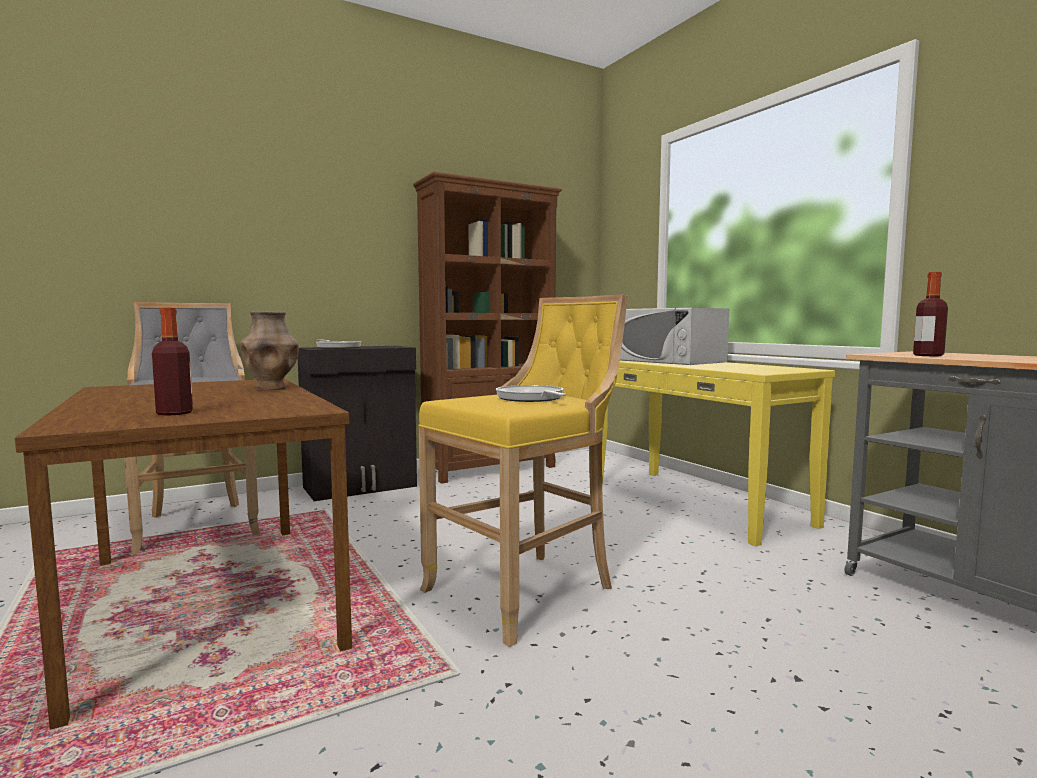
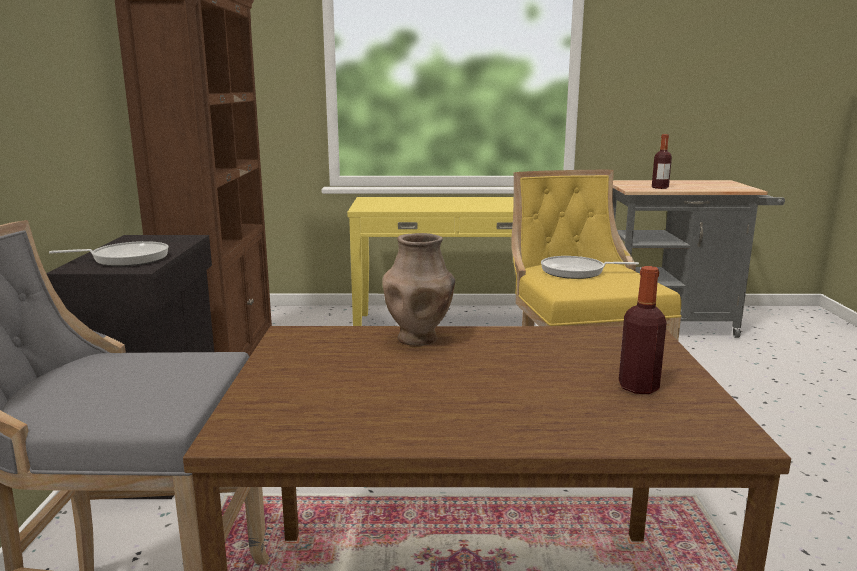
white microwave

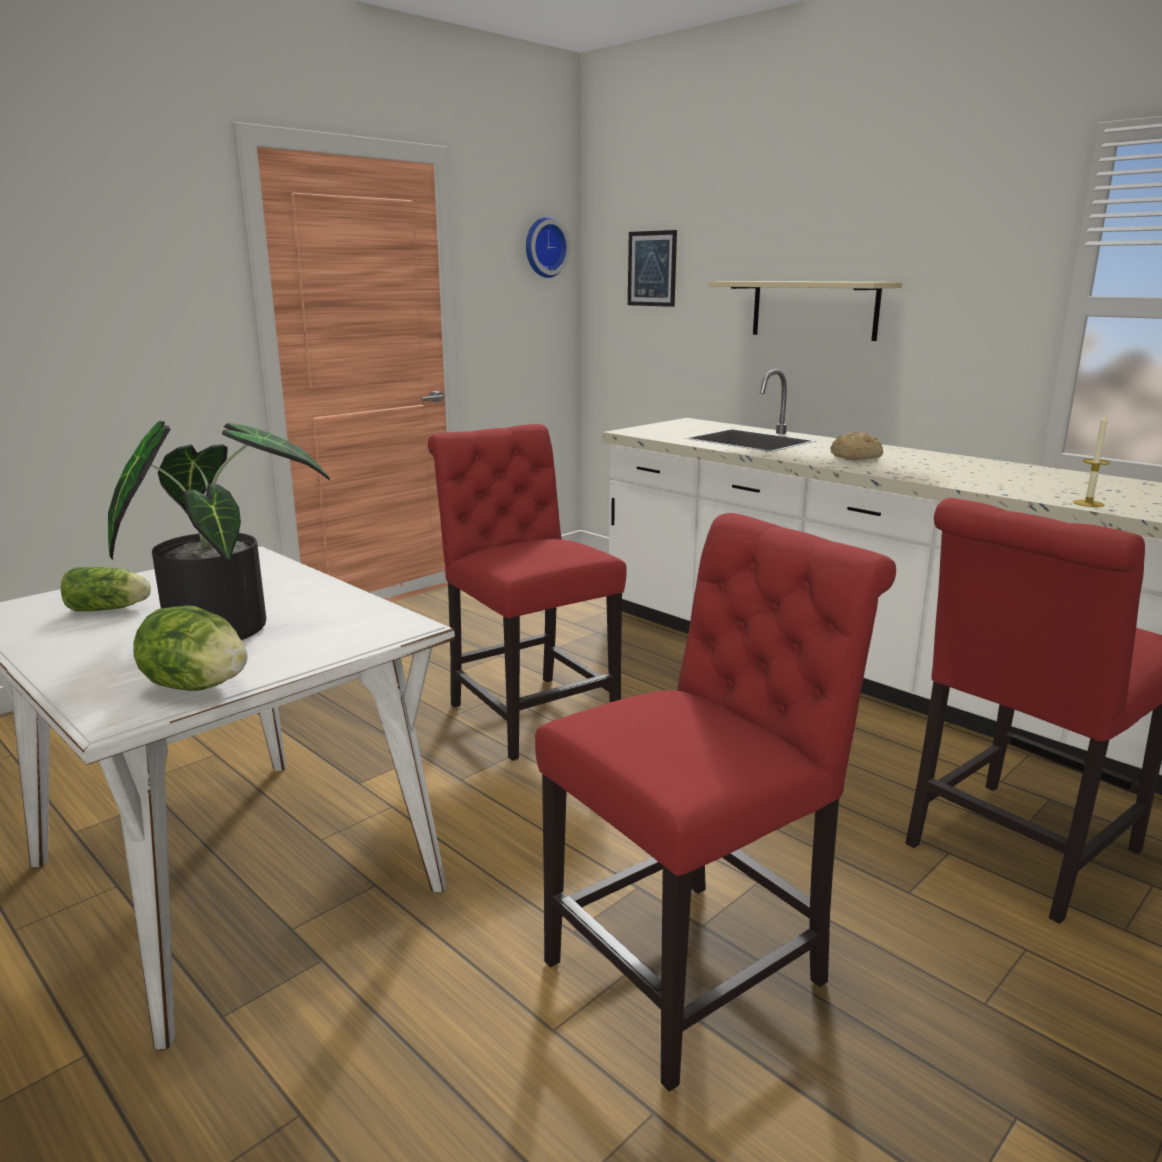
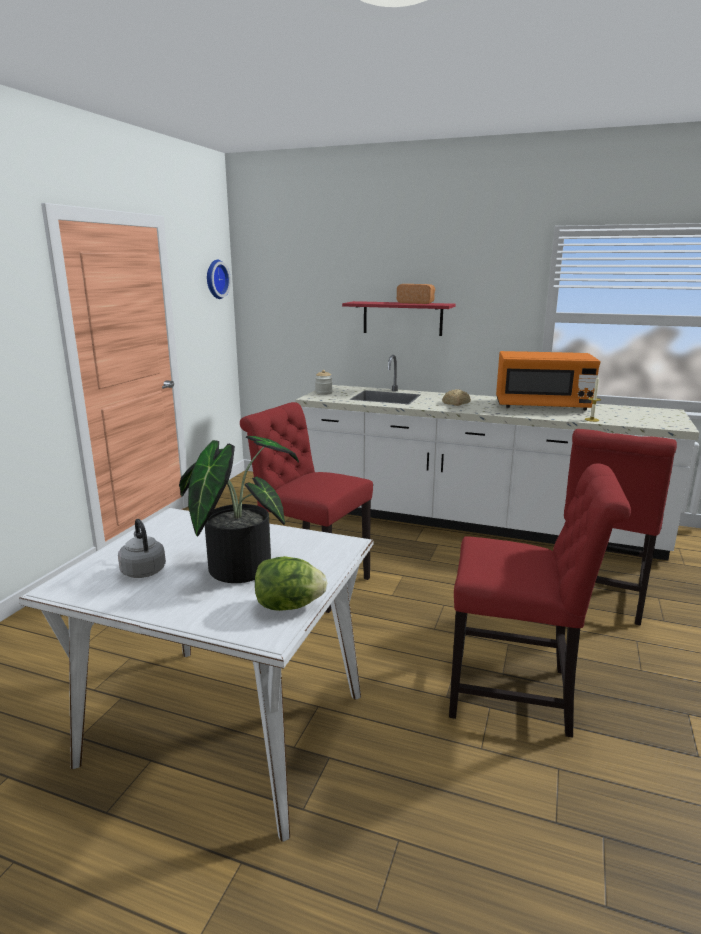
grey kettle
jar
red shelf
bread (no. 1 from left)
red chair (no. 2 from left)
orange microwave
picture

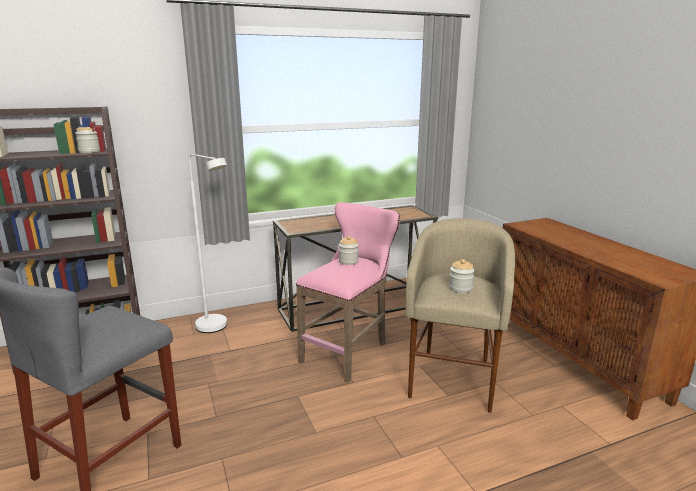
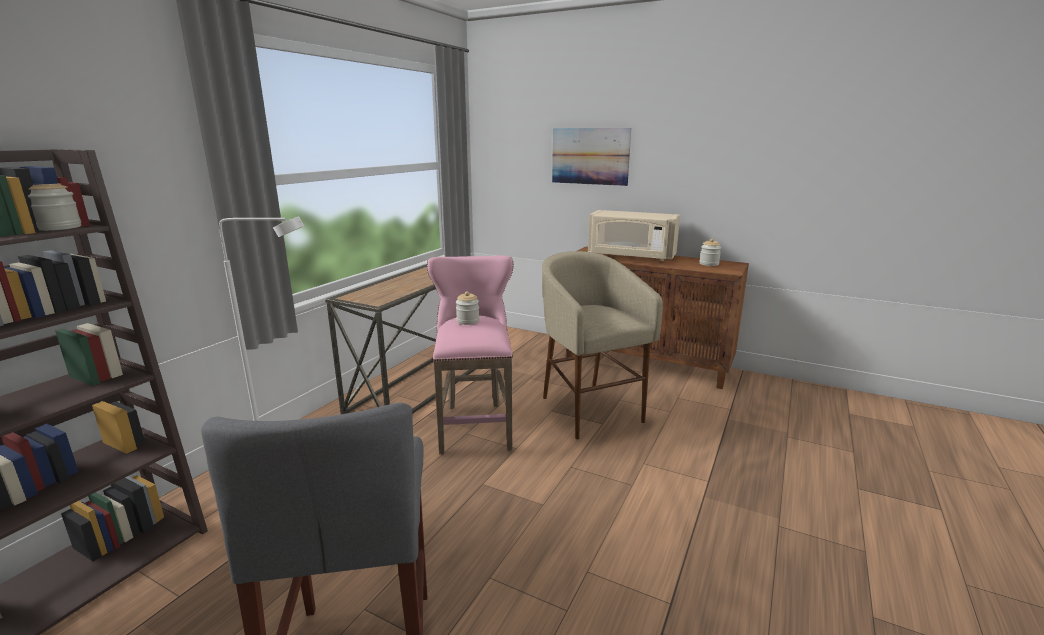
picture
beige microwave
jar (no. 3 from left)

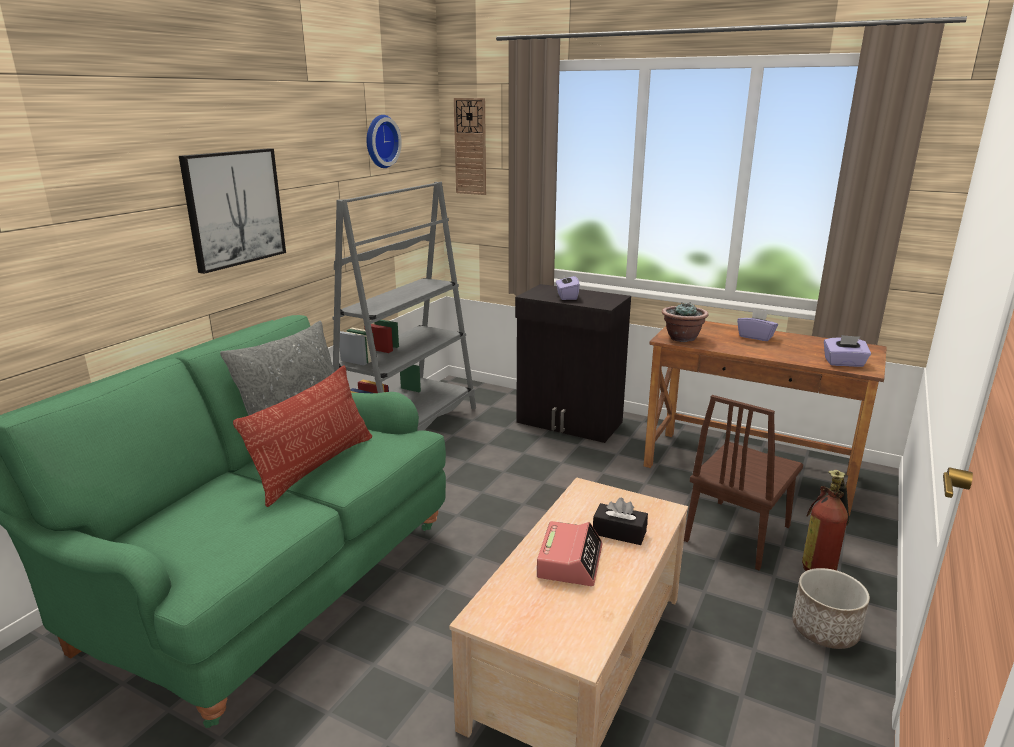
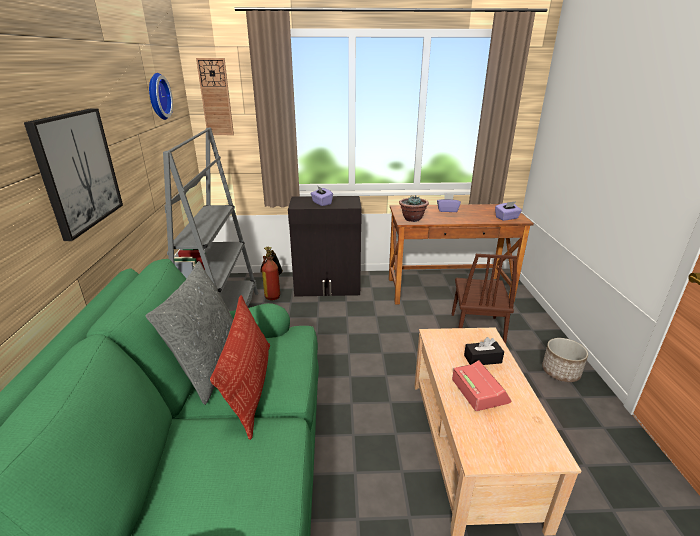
fire extinguisher

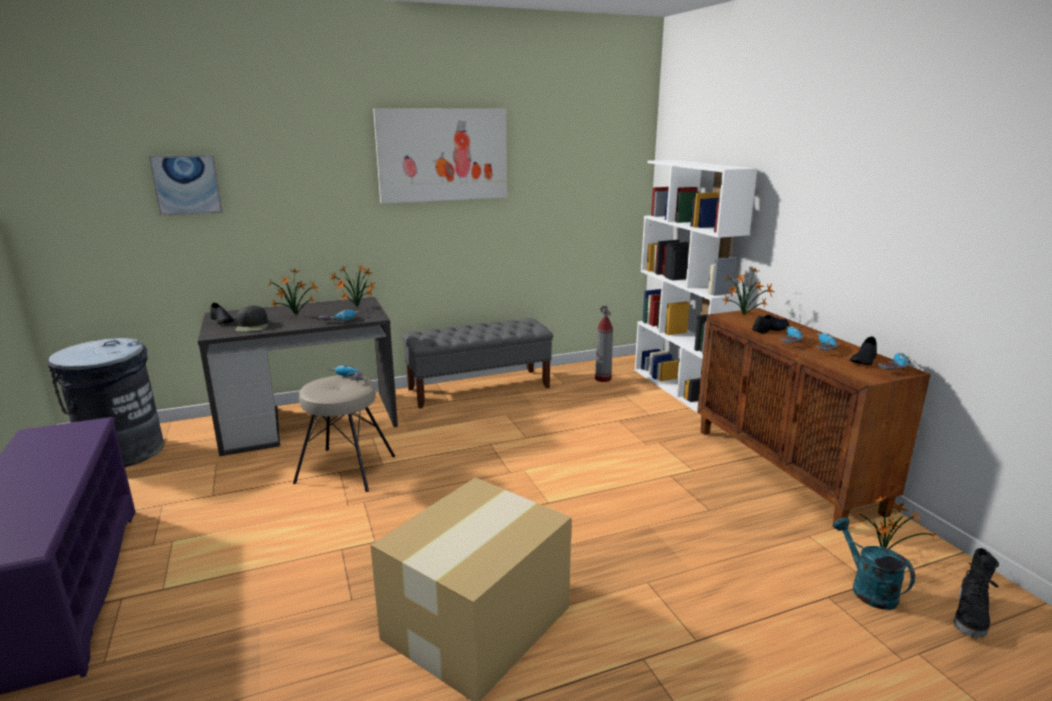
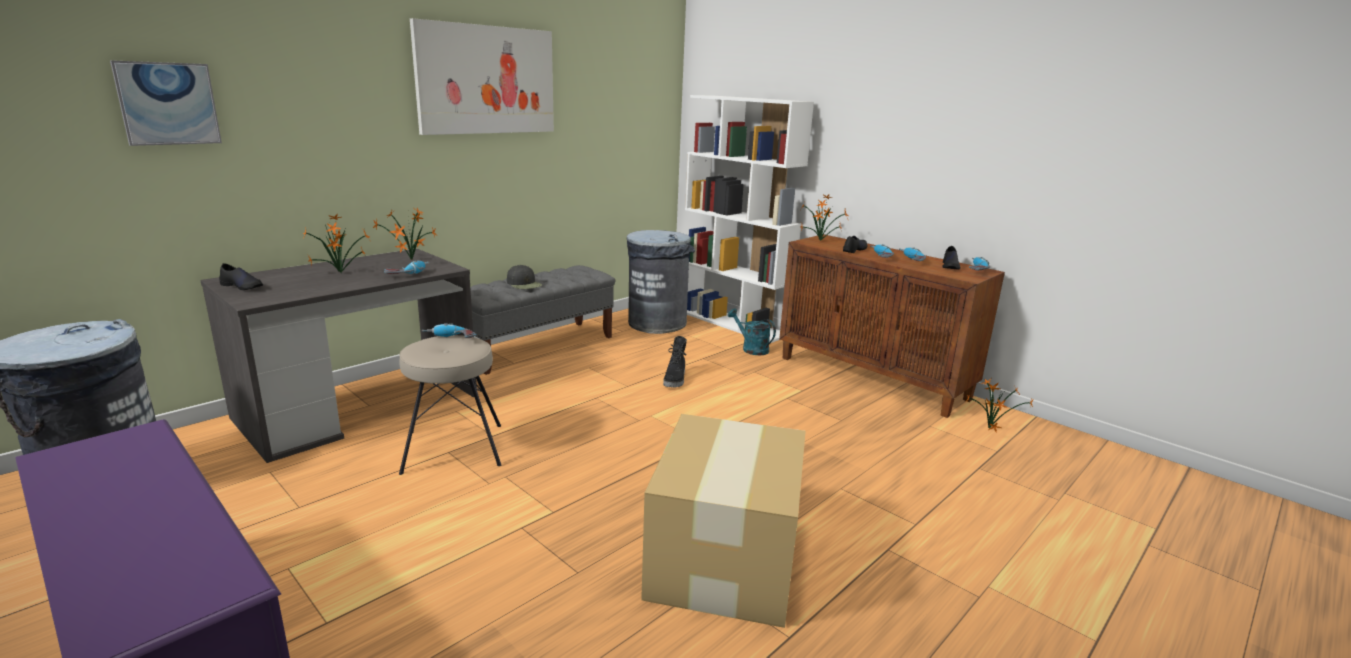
black cap
grey trash can (no. 2 from left)
black boot
turquoise watering can

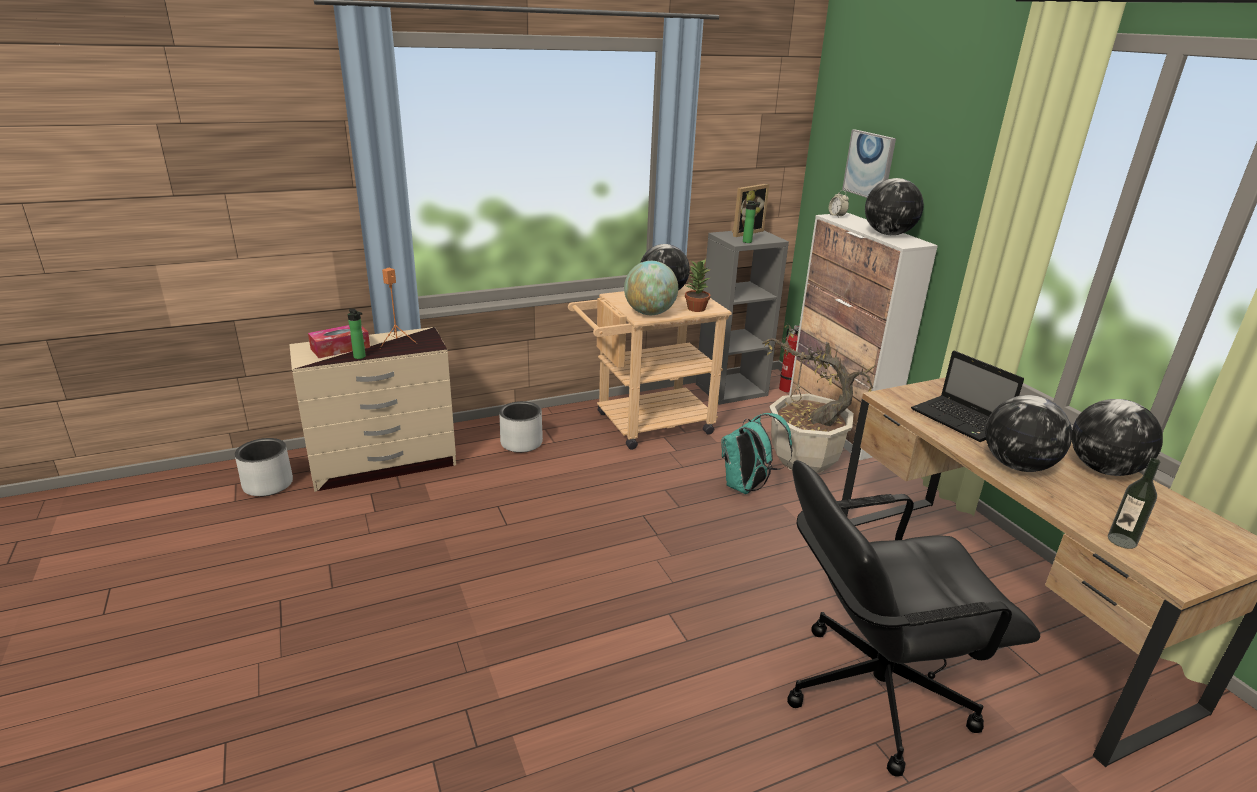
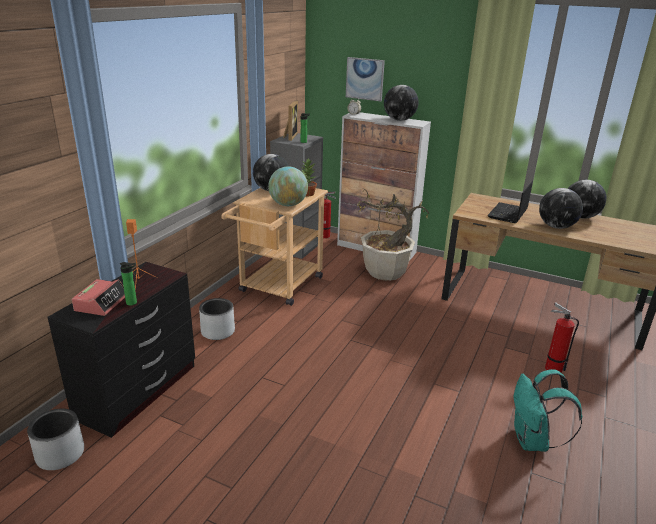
black dresser
alarm clock (no. 1 from left)
laptop
turquoise backpack
fire extinguisher (no. 2 from left)
bottle (no. 3 from left in the first image)

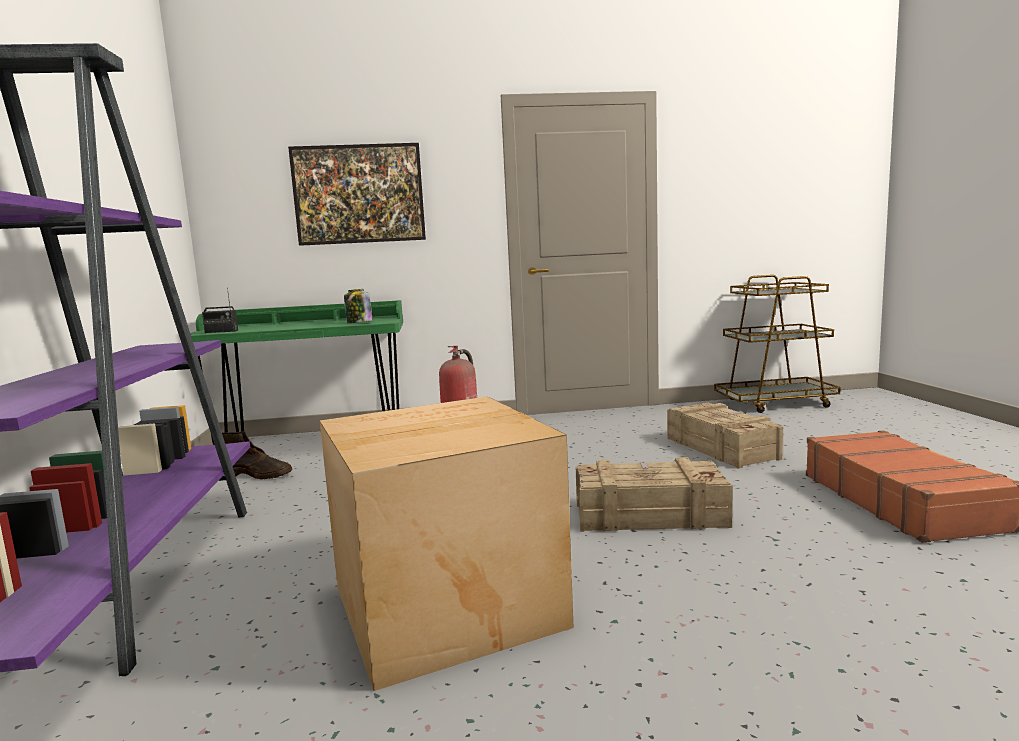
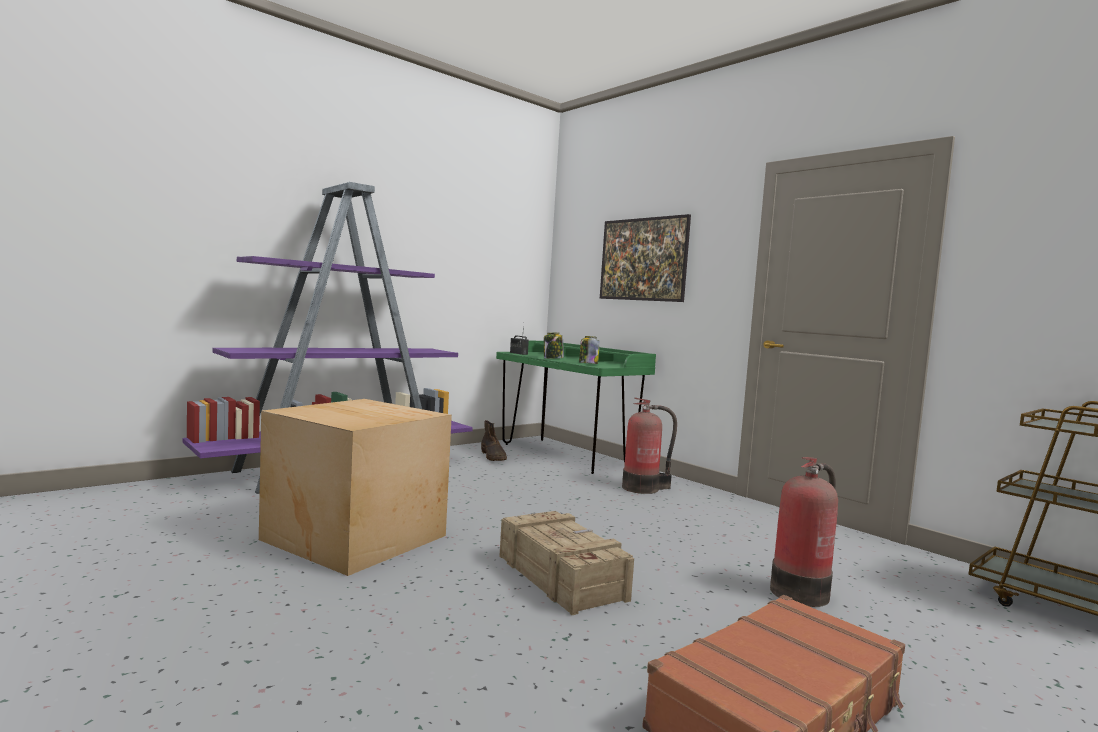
jar (no. 1 from left)
fire extinguisher (no. 2 from left)

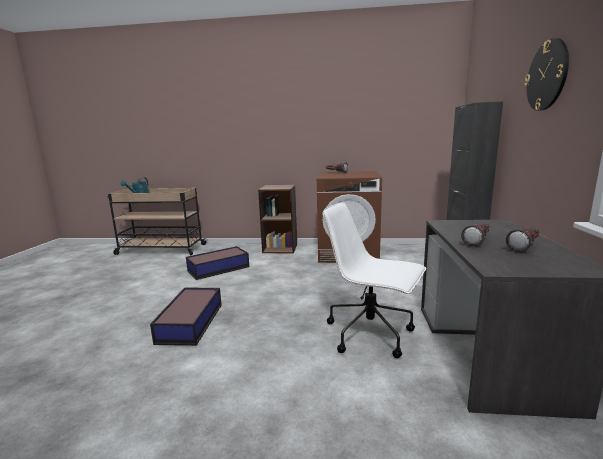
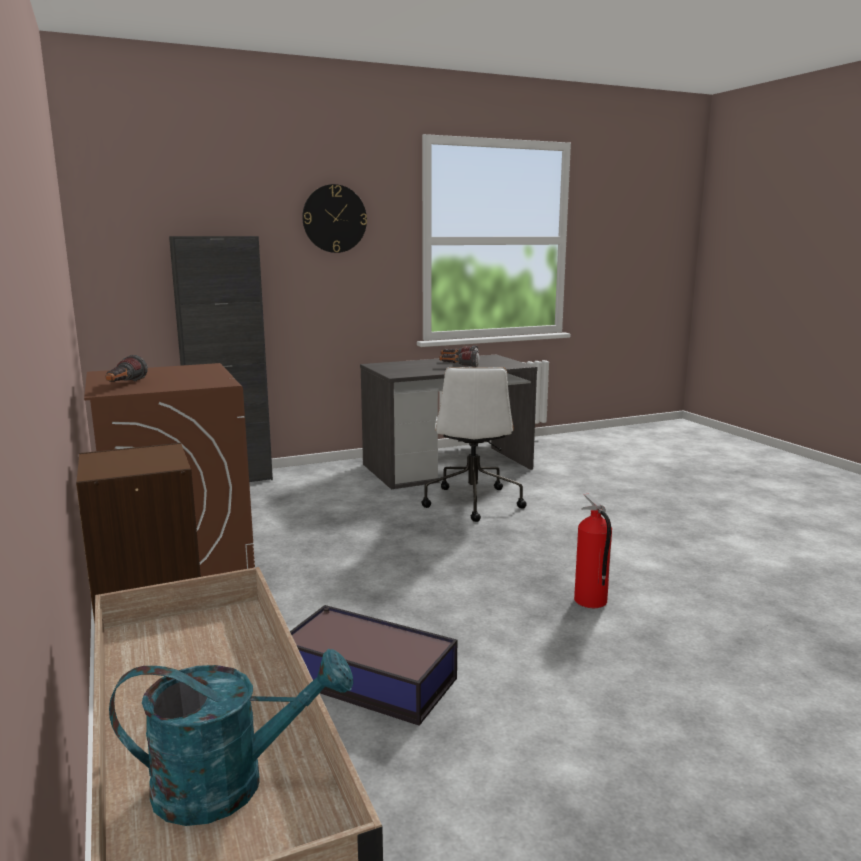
fire extinguisher

